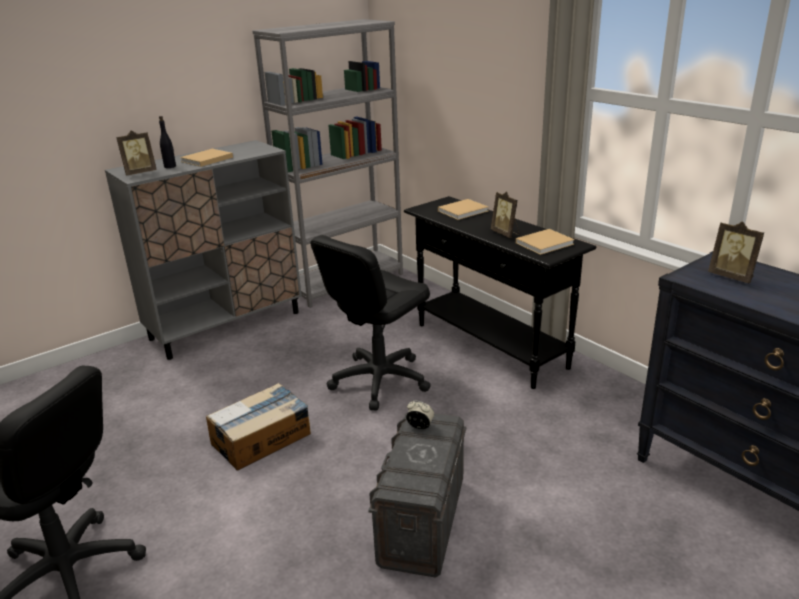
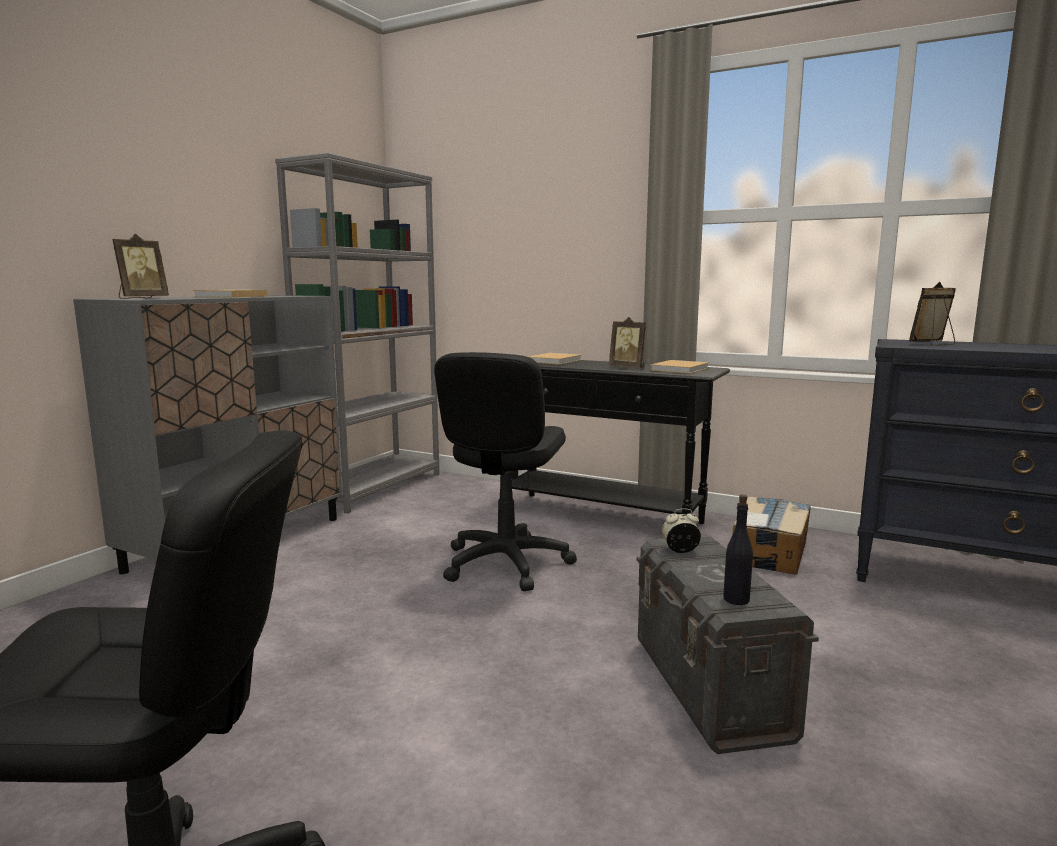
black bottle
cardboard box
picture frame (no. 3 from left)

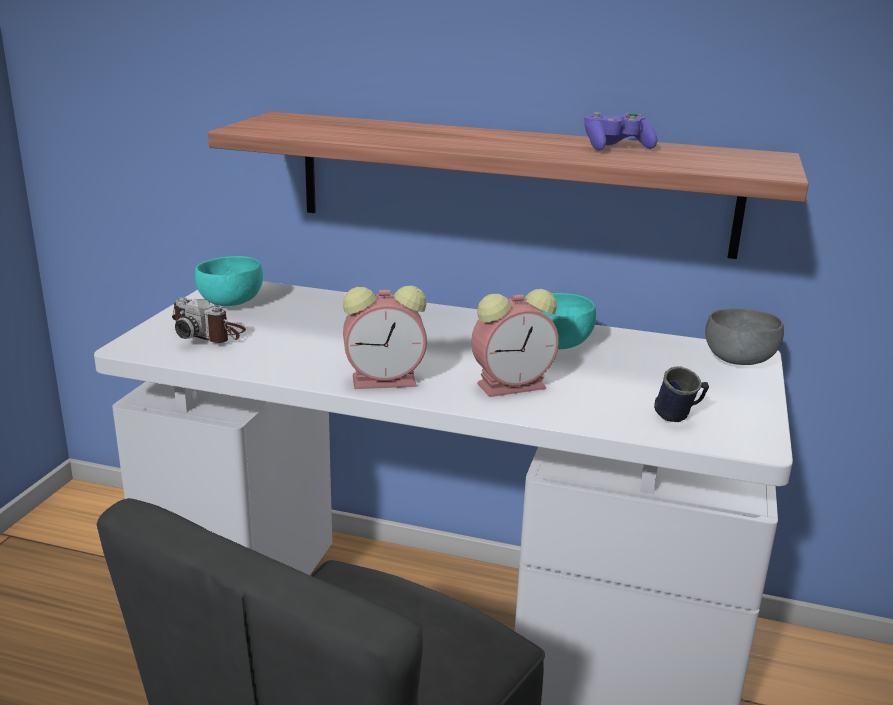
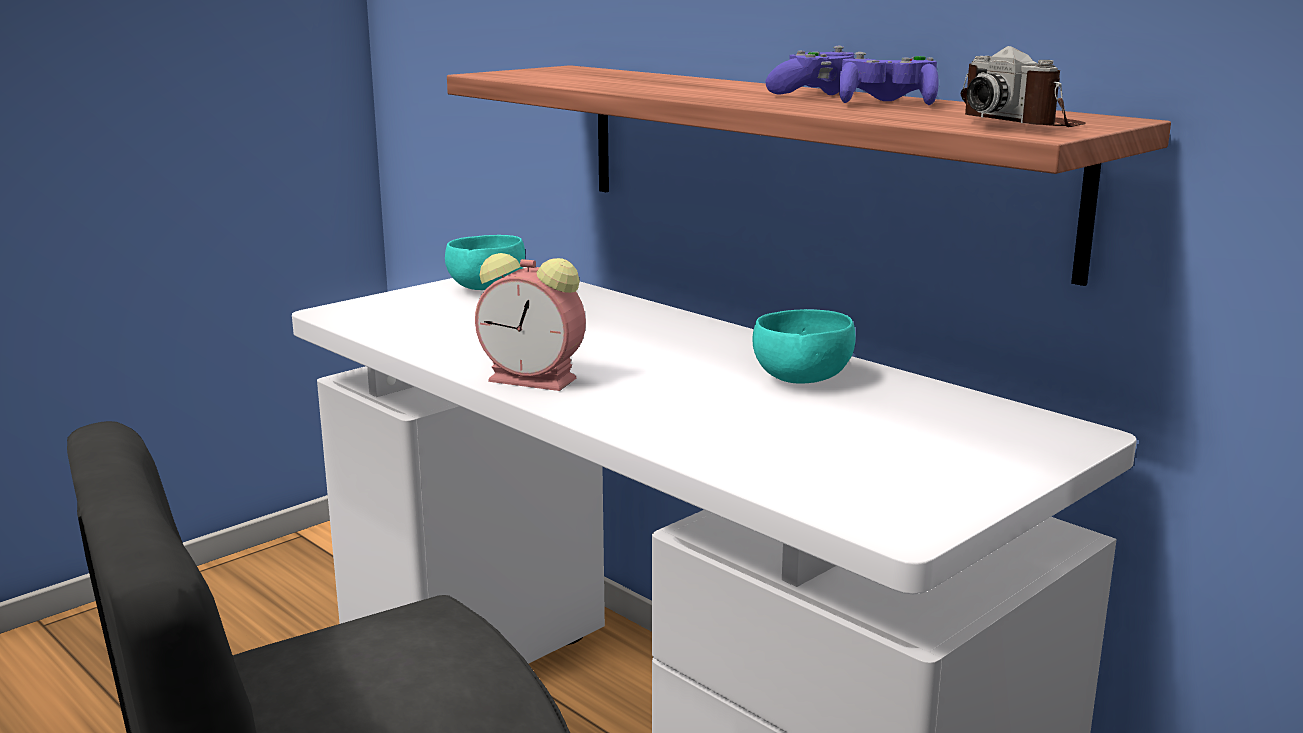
purple game controller (no. 1 from left)
photo camera
alarm clock (no. 2 from left in the first image)
blue mug
grey bowl

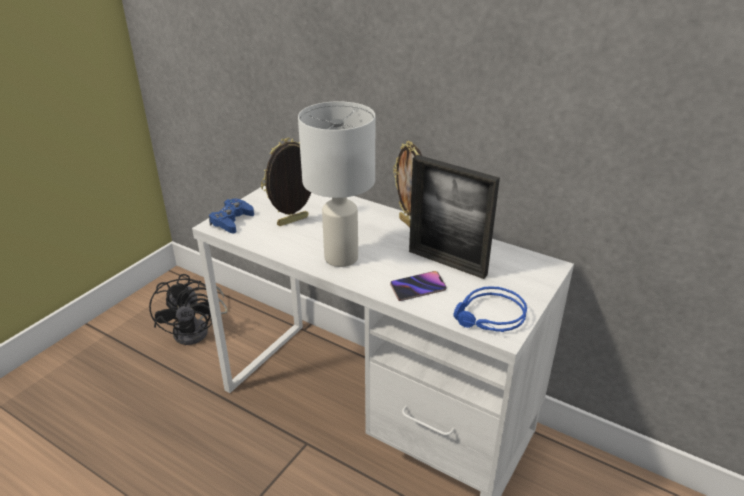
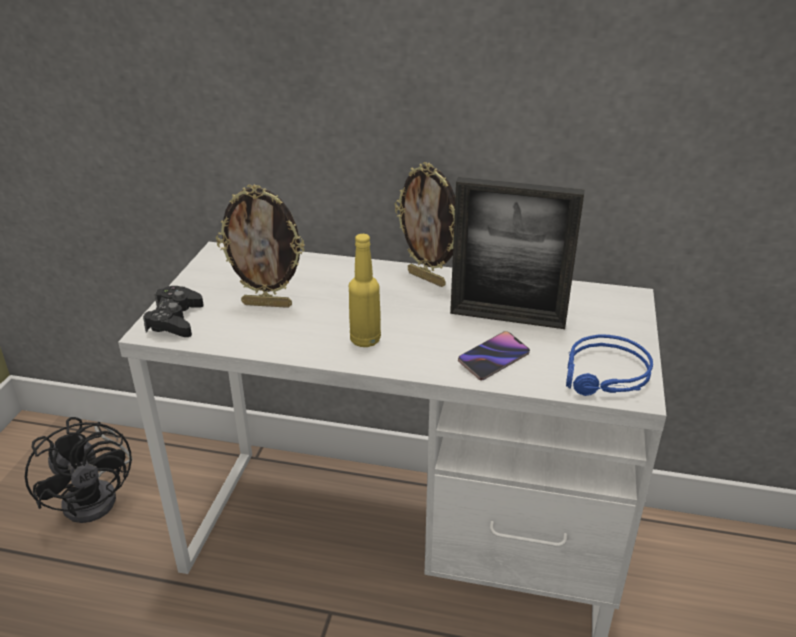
black game controller
picture frame (no. 1 from left)
yellow bottle

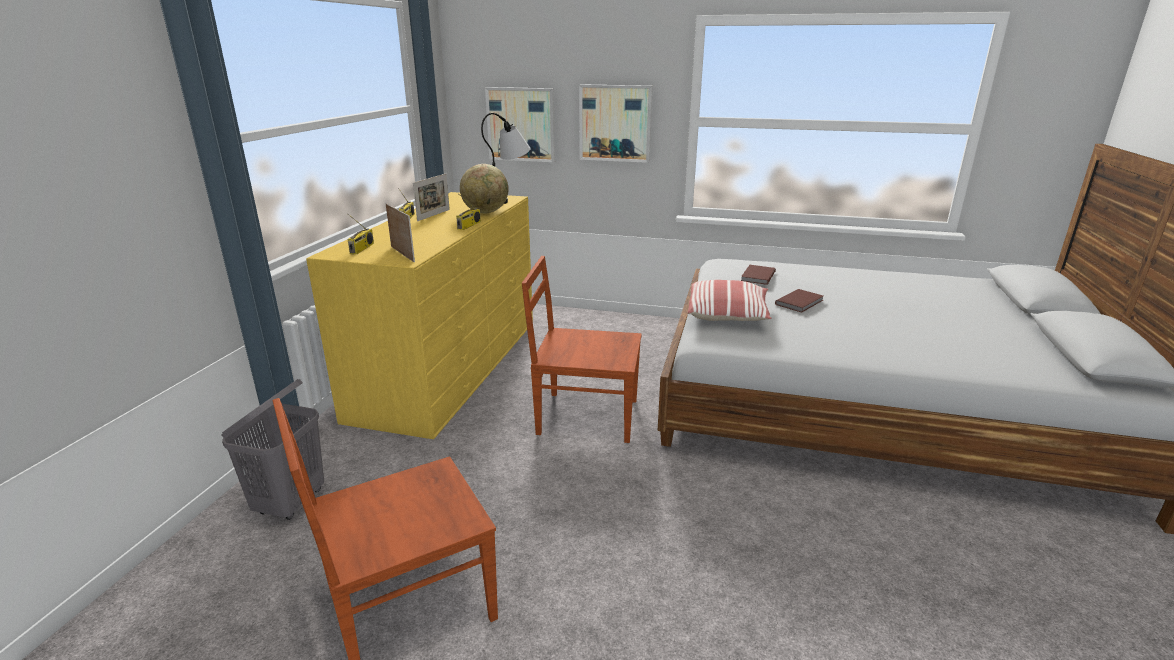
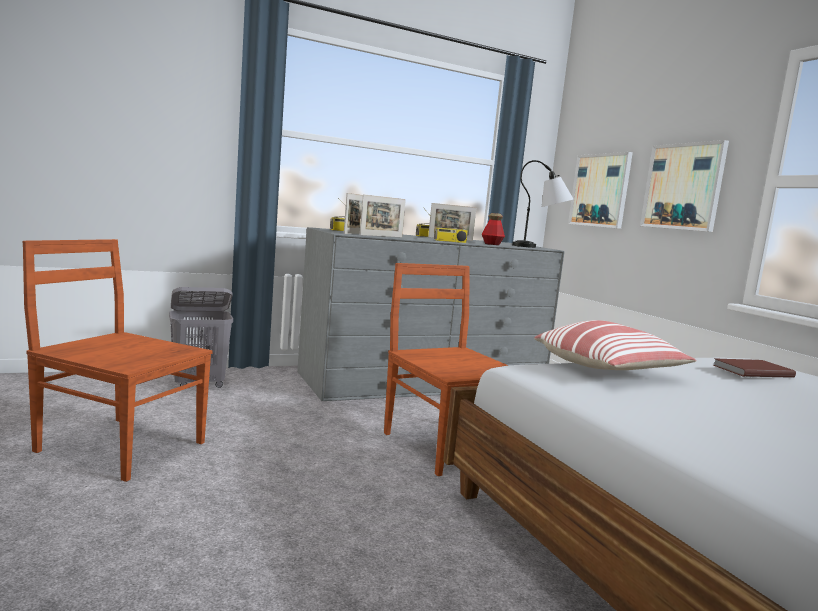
grey dresser
picture frame (no. 2 from left)
bottle
brown book (no. 2 from left in the first image)

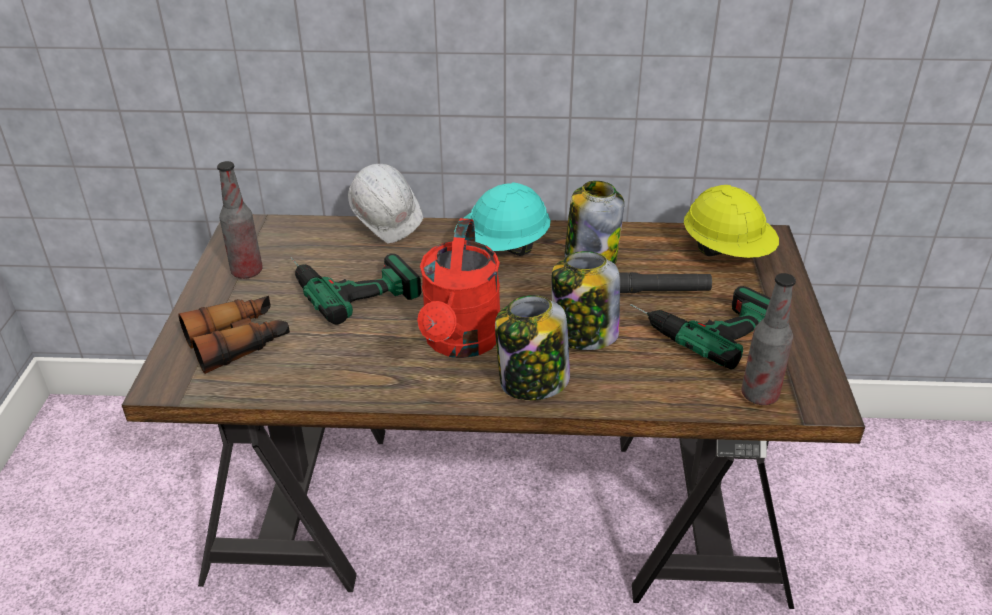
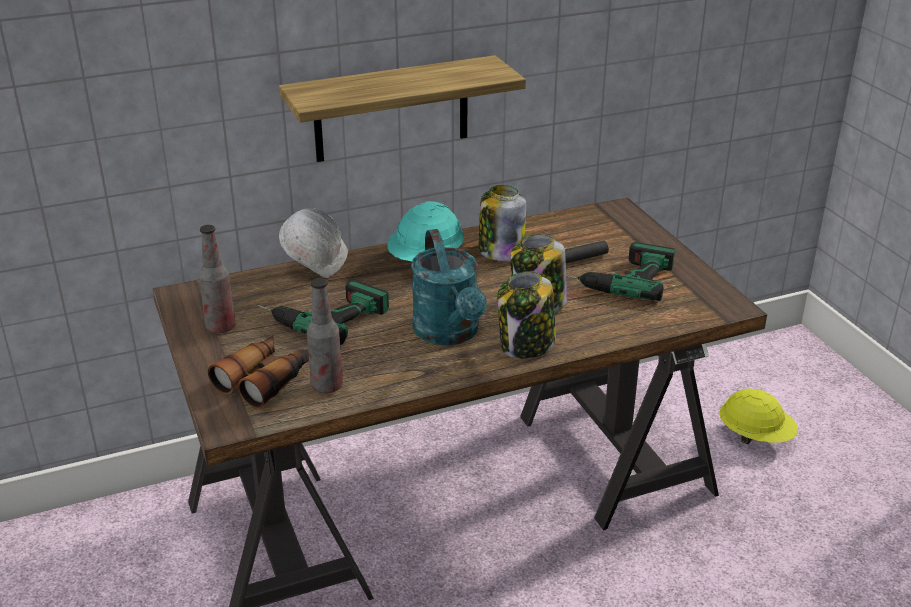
shelf
bottle (no. 2 from left)
turquoise watering can
yellow hard hat

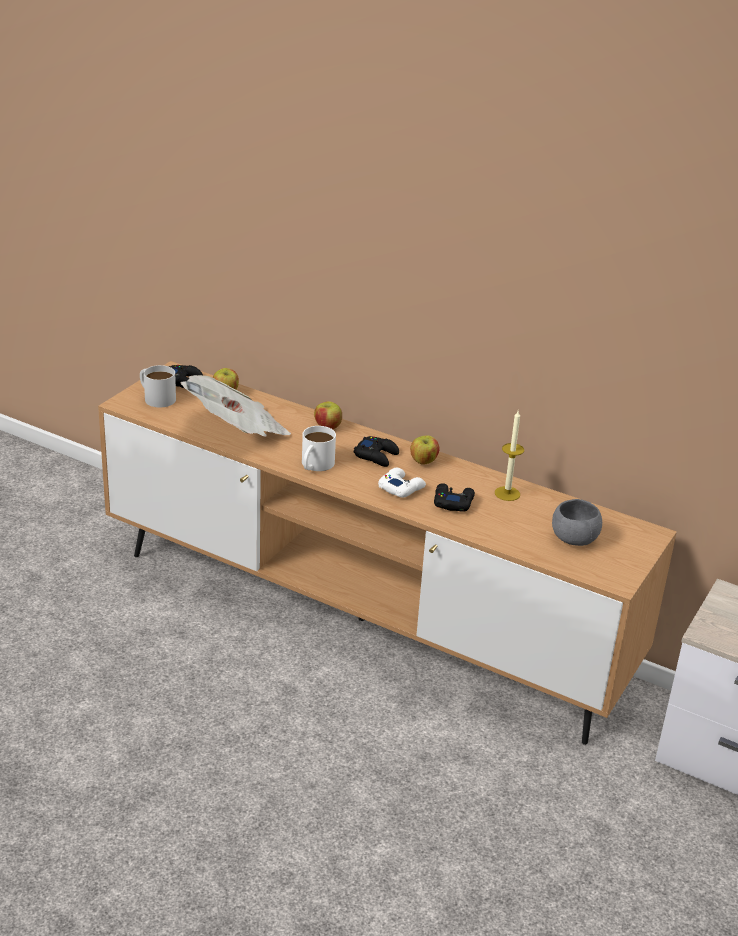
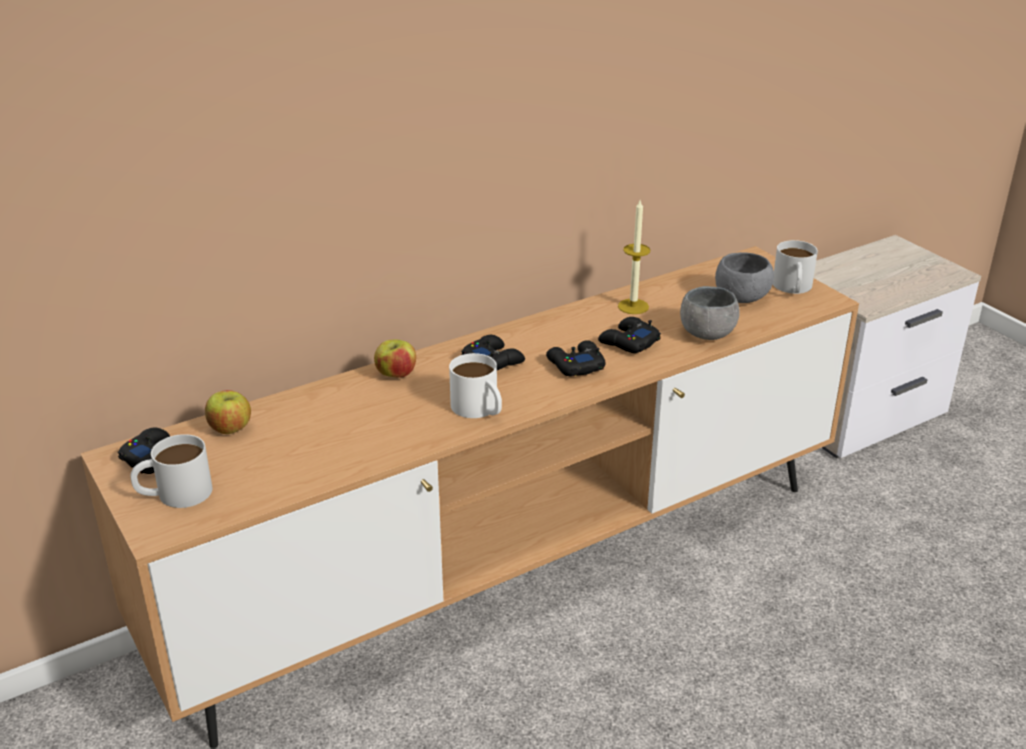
black game controller (no. 3 from left)
grey bowl (no. 1 from left)
white mug (no. 3 from left)
newspaper
apple (no. 3 from left in the first image)

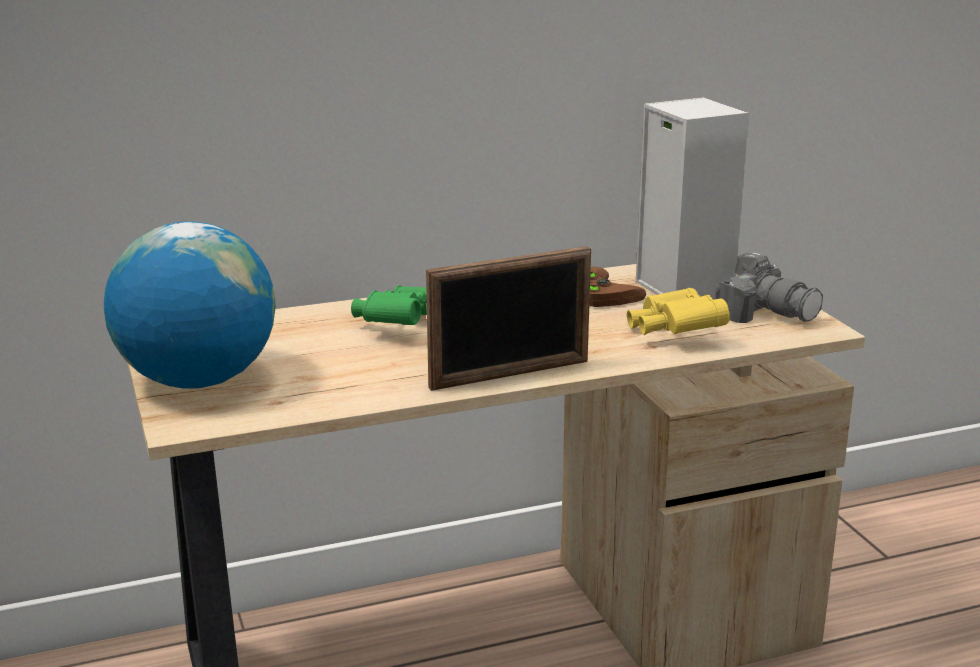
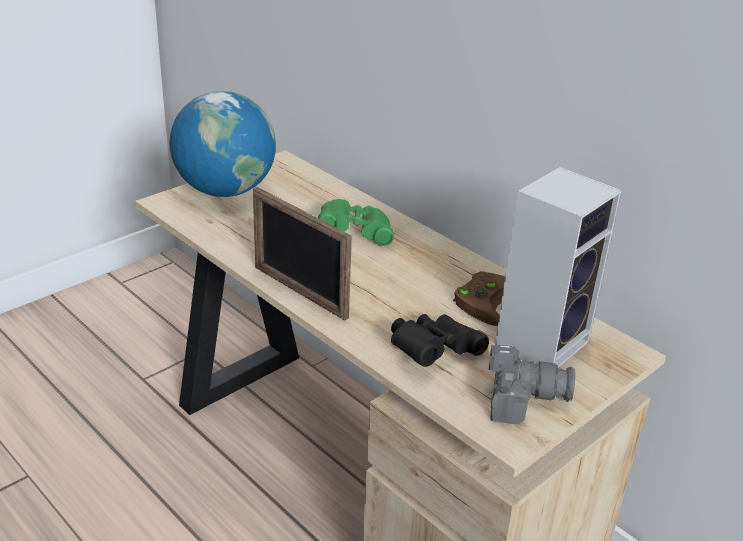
black binoculars
photo camera

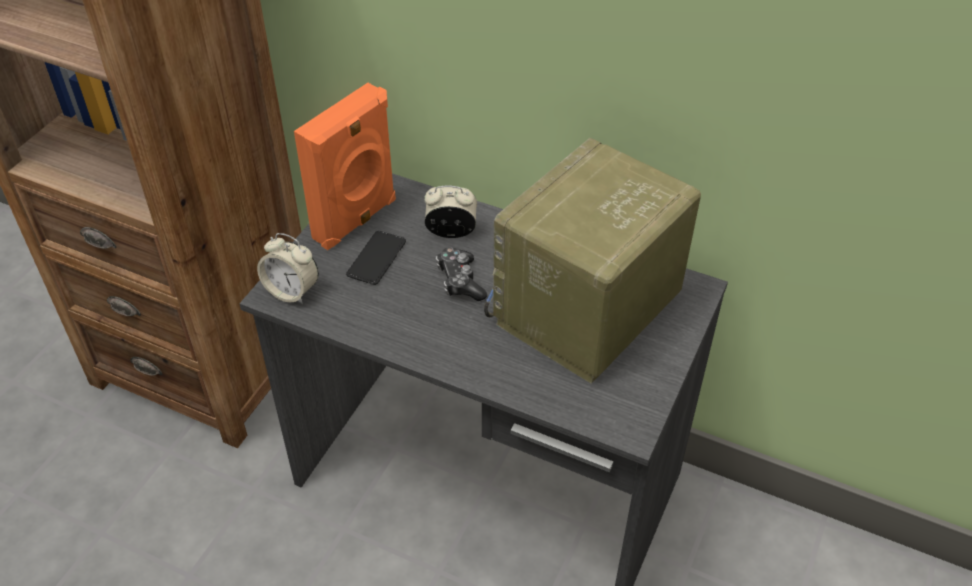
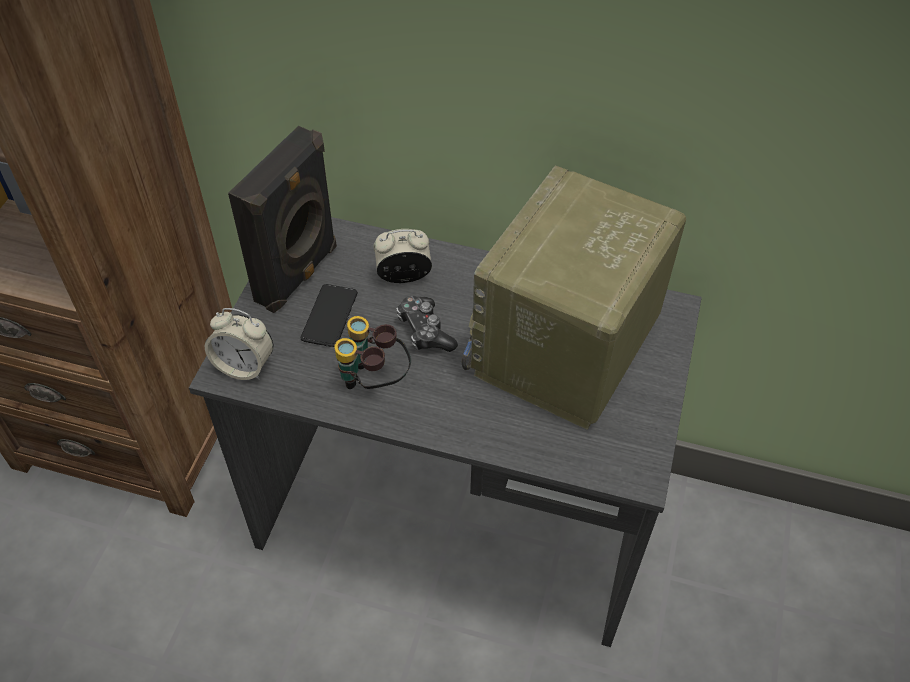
black speaker
binoculars

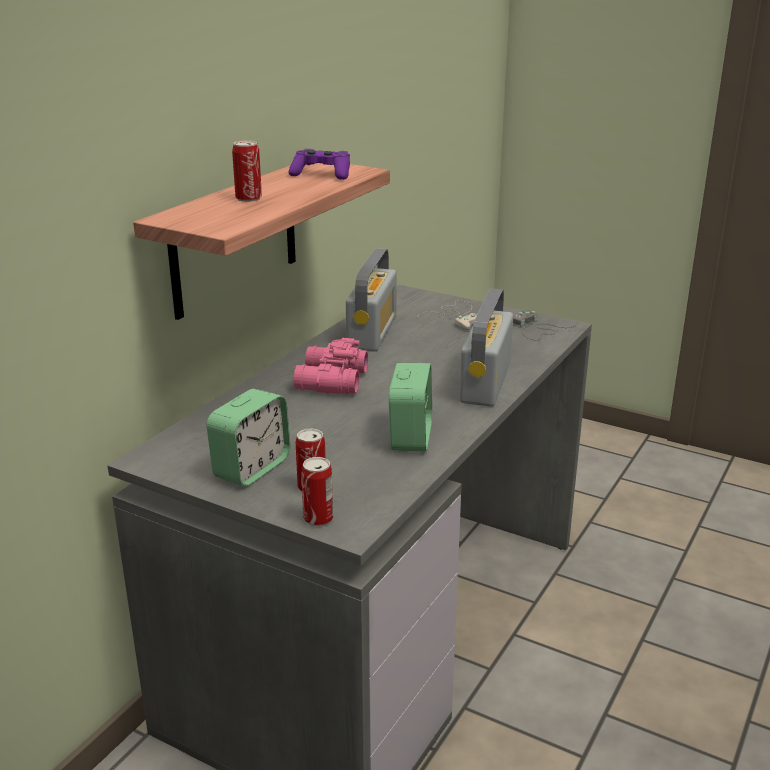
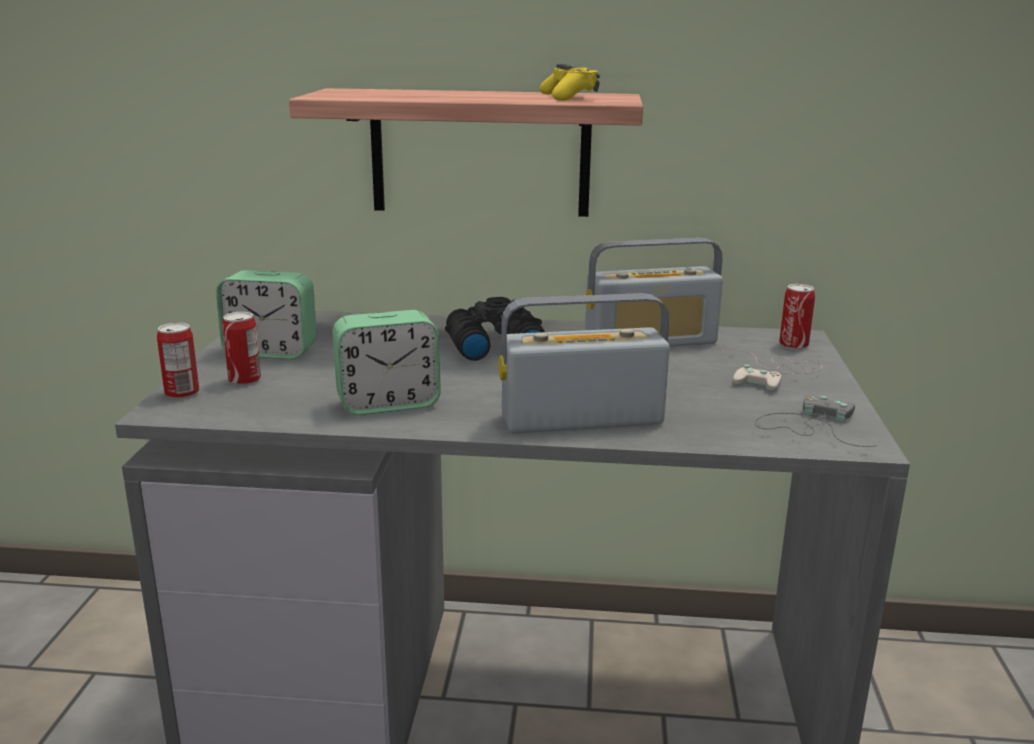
black binoculars
yellow game controller
can (no. 3 from left)

